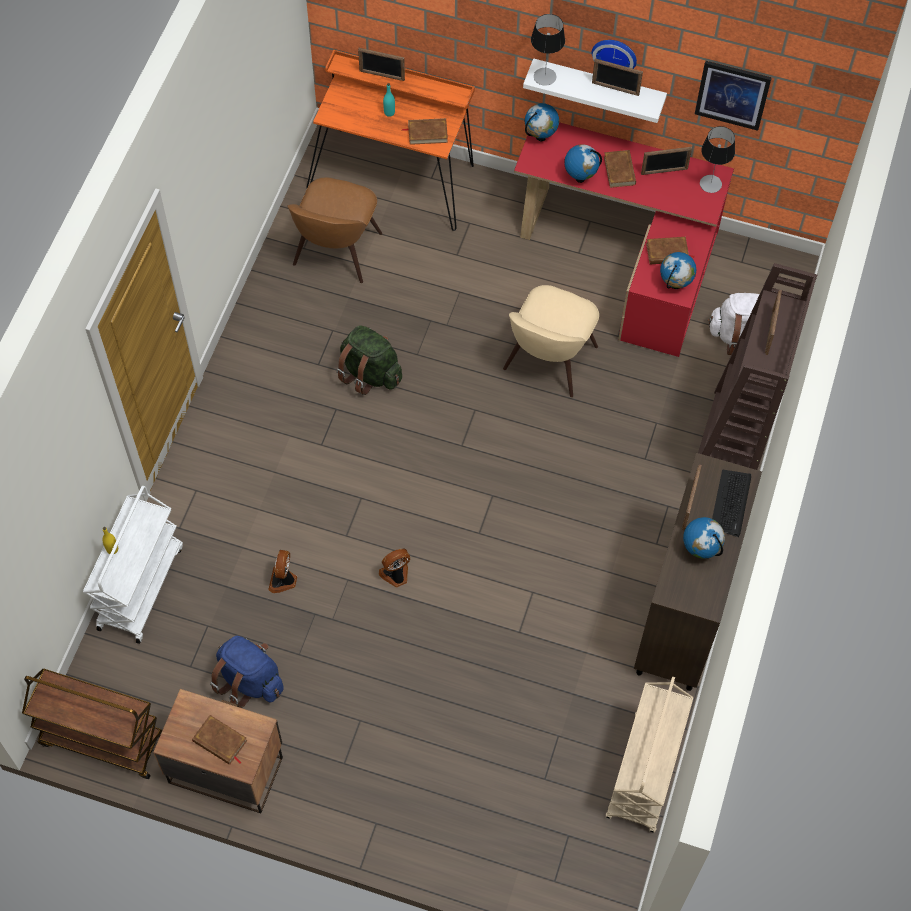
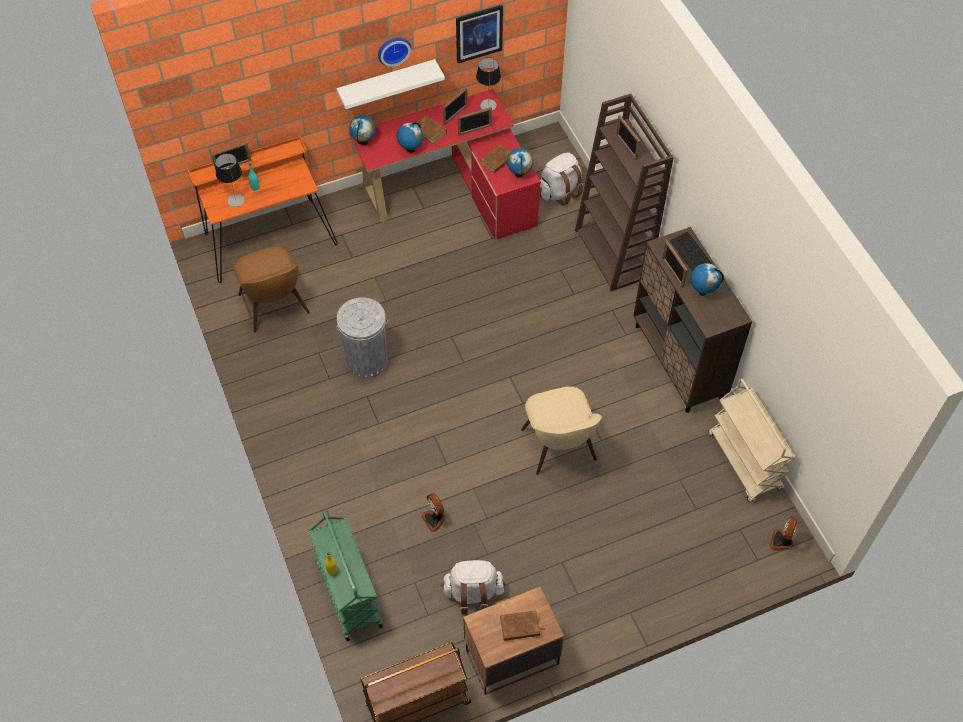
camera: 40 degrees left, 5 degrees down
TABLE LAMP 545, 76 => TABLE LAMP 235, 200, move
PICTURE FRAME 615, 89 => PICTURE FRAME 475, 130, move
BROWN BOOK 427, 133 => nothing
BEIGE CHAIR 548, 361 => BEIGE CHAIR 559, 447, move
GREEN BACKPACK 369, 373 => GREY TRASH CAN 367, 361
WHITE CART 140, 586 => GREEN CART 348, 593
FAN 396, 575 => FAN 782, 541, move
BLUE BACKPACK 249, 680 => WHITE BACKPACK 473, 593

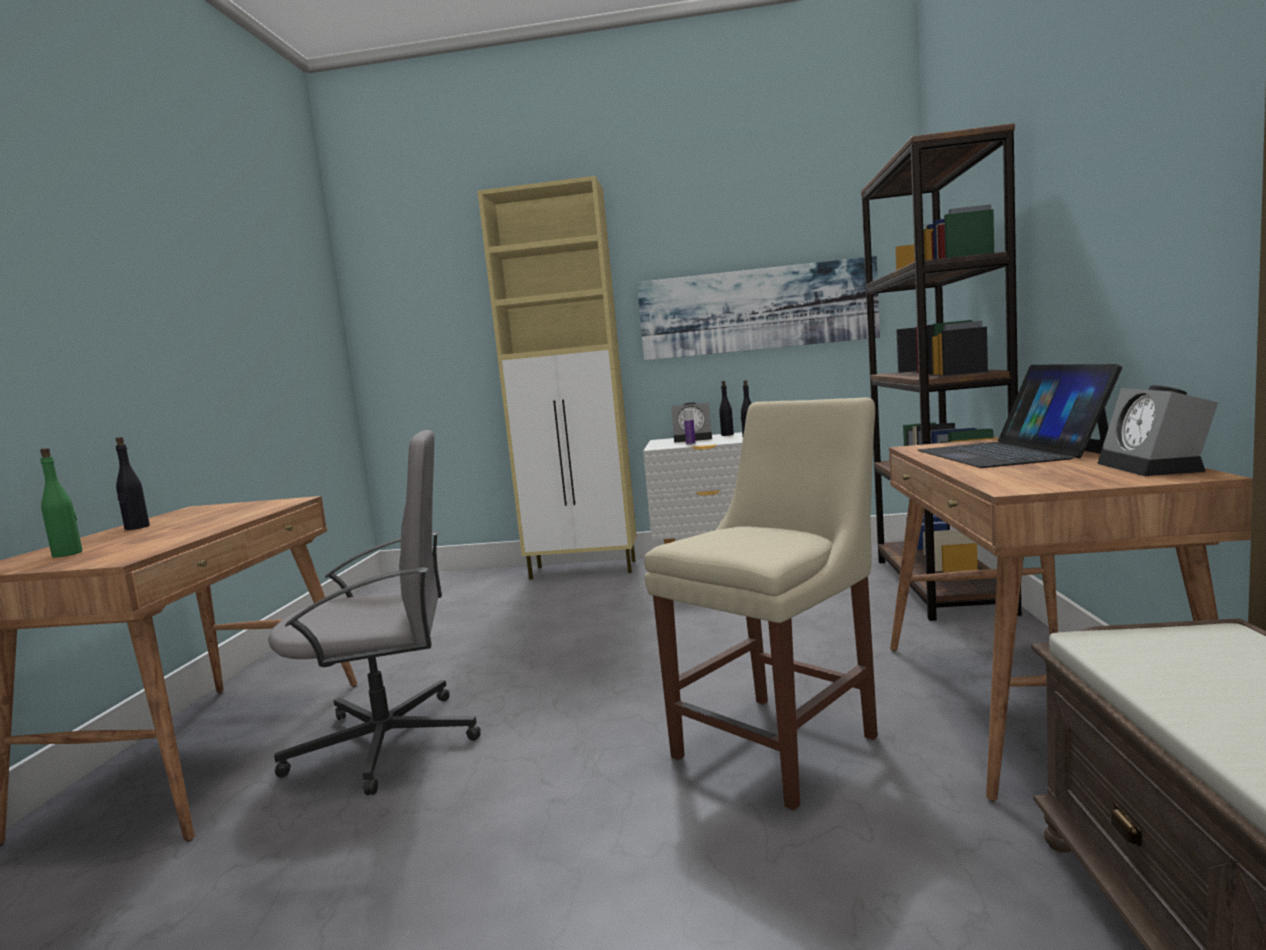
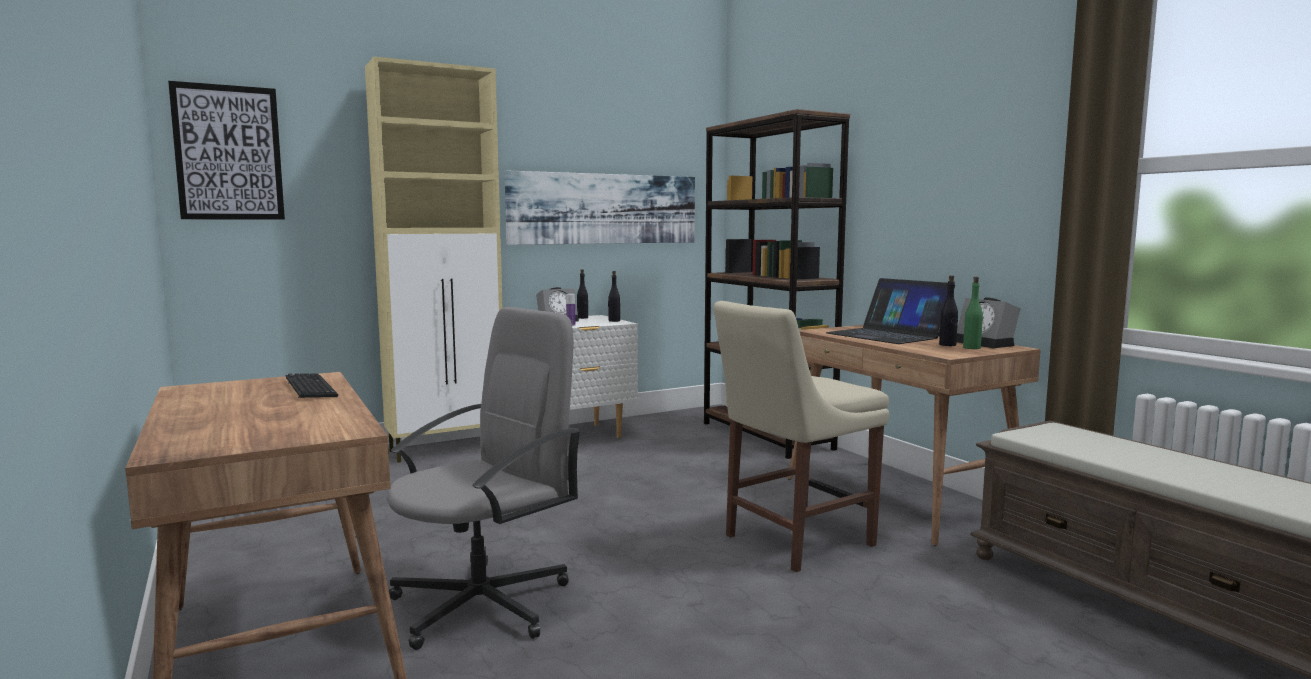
camera: 35 degrees left, 0 degrees up
BEIGE CHAIR 782, 742 => BEIGE CHAIR 793, 541, 135 degrees counterclockwise
BLACK BOTTLE 137, 527 => BLACK BOTTLE 947, 345, move
GREEN BOTTLE 68, 554 => GREEN BOTTLE 971, 348, move
nothing => PICTURE 228, 153
nothing => KEYBOARD 310, 388

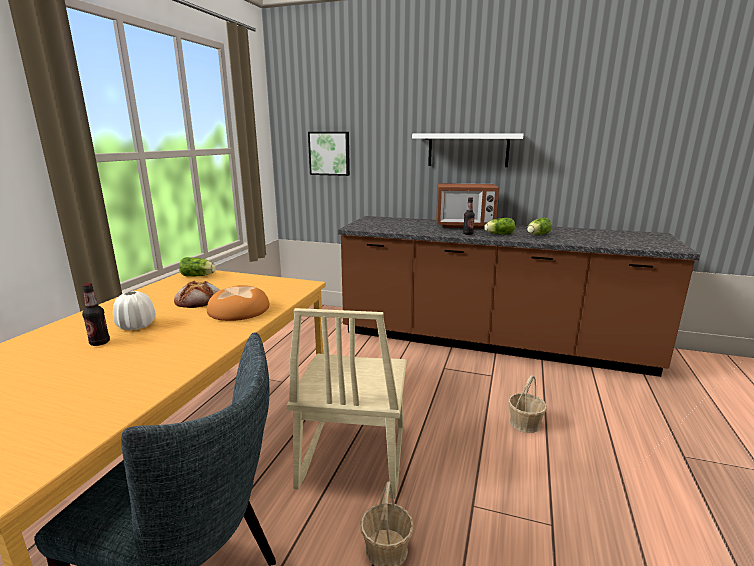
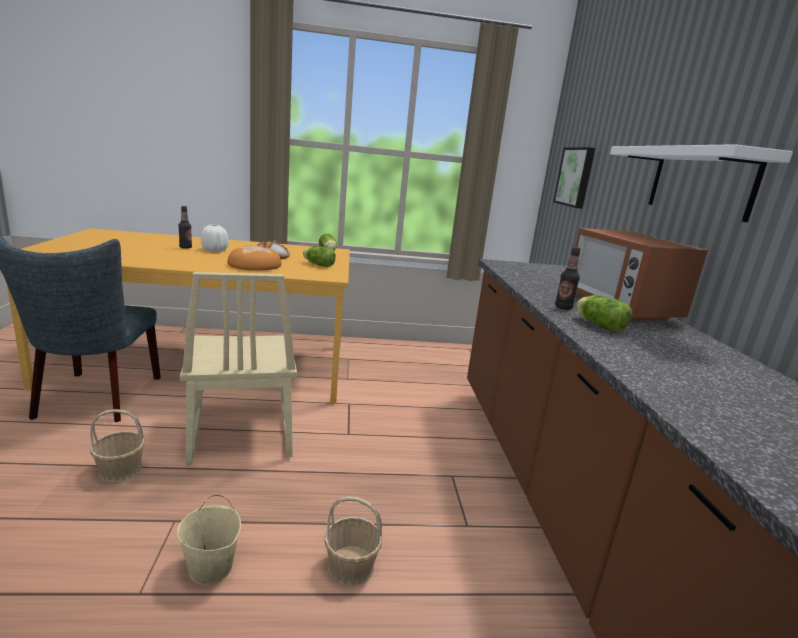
camera: 65 degrees right, 0 degrees up
LETTUCE 537, 235 => LETTUCE 318, 264, move
BEIGE CHAIR 352, 458 => BEIGE CHAIR 240, 434, 90 degrees counterclockwise
nothing => BEIGE BUCKET 211, 568

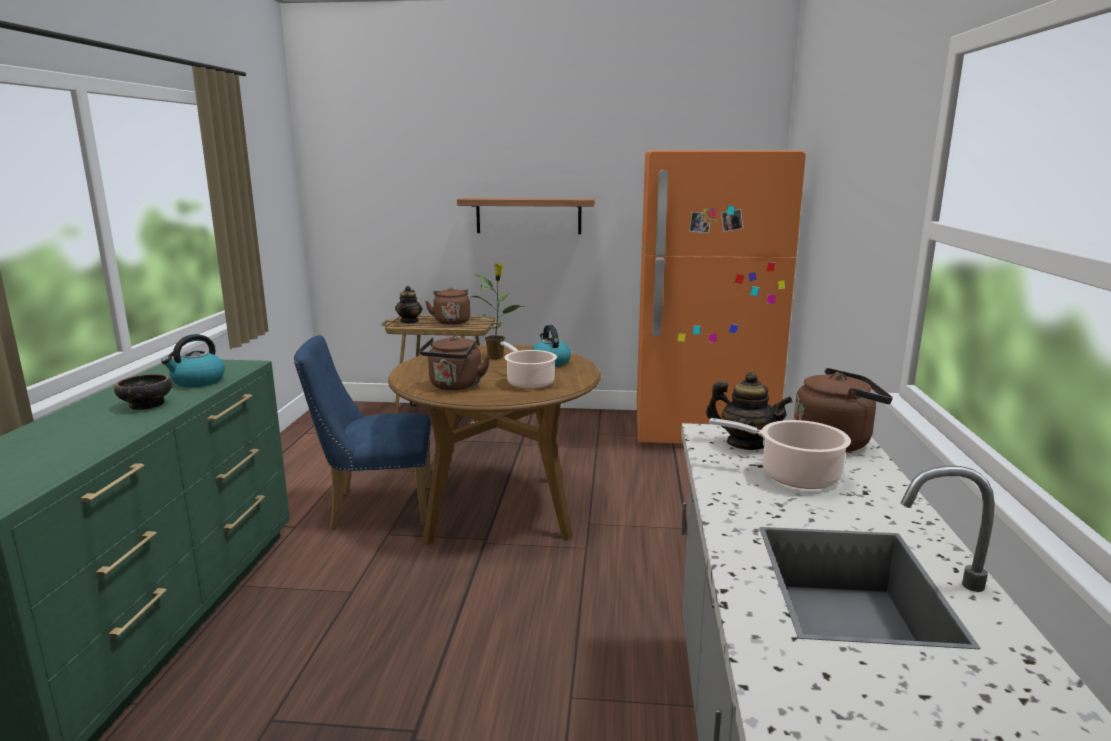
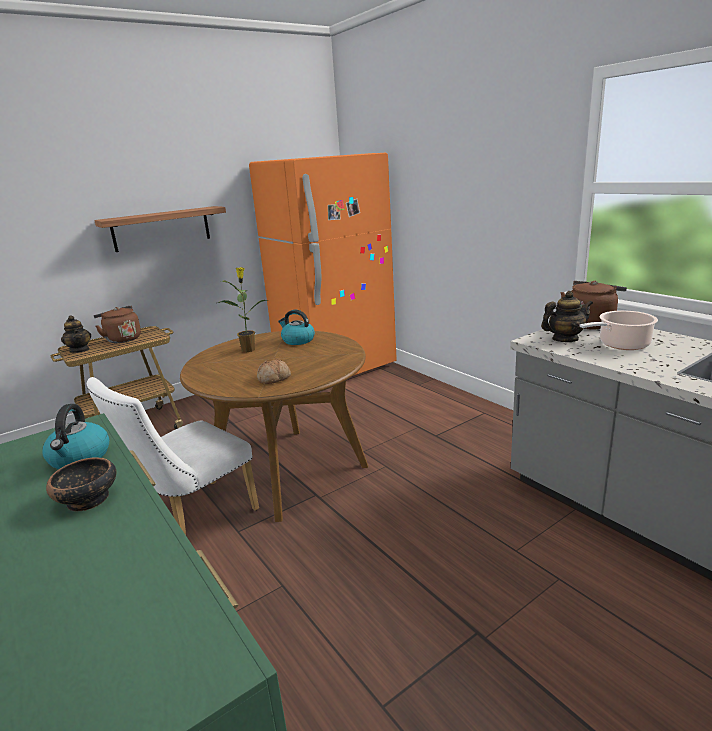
camera: 40 degrees left, 5 degrees up
BLUE CHAIR 374, 508 => WHITE CHAIR 192, 520
BROWN KETTLE 455, 386 => BREAD 274, 378
COOKING POT 528, 382 => nothing

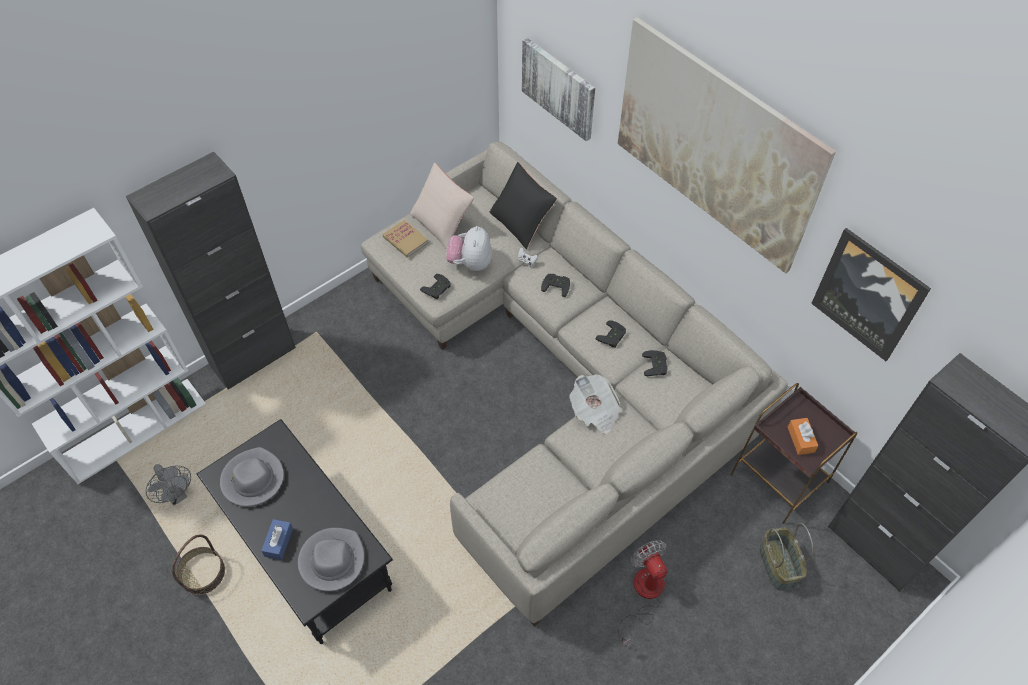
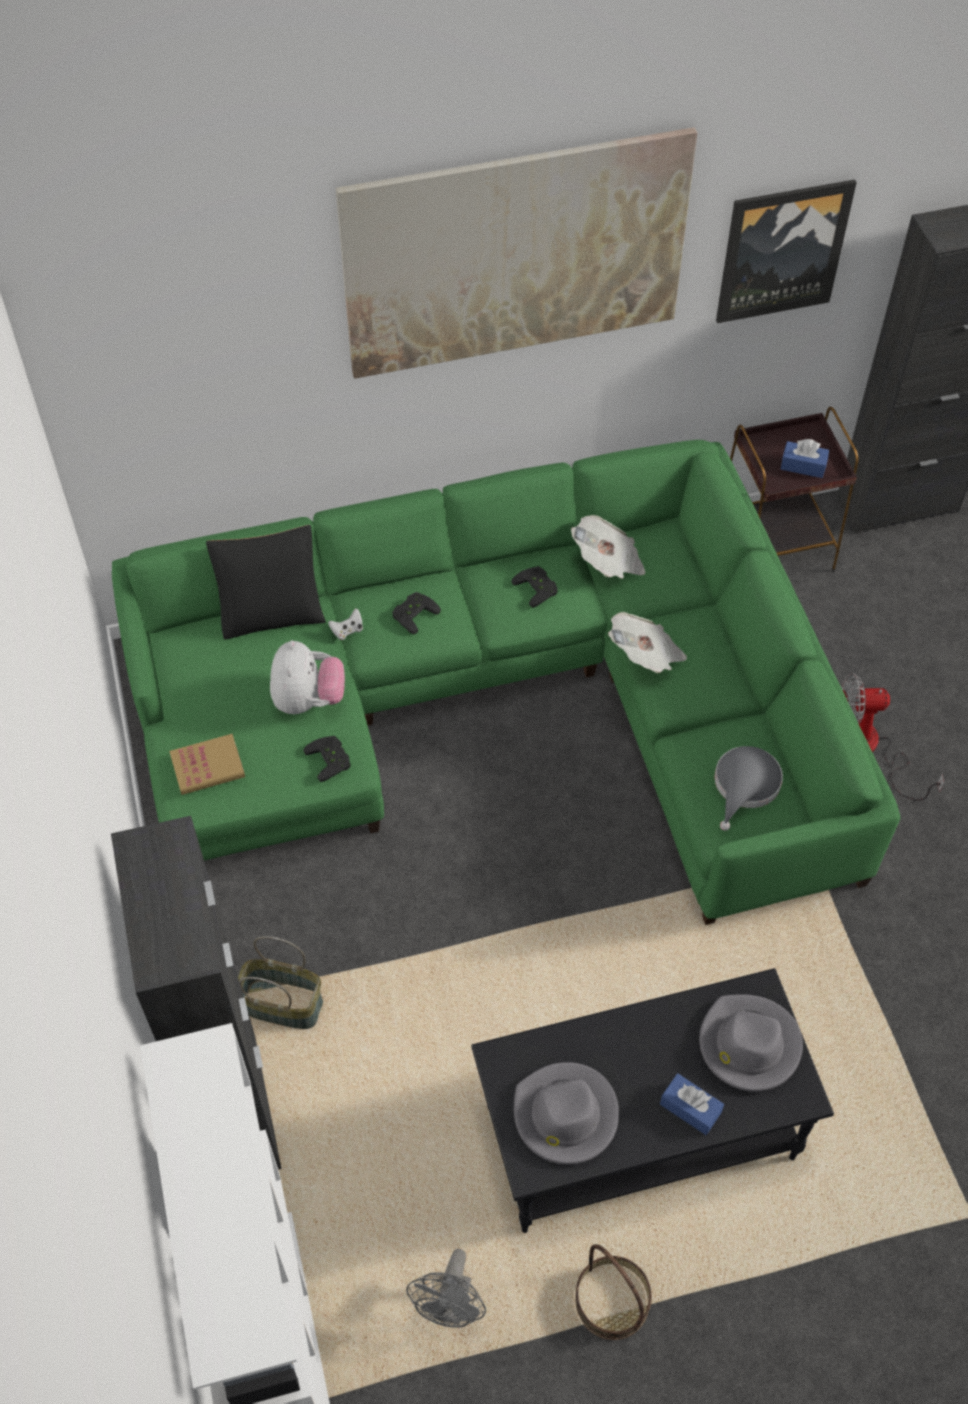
camera: 65 degrees left, 0 degrees up
PICTURE 559, 88 => nothing
BEIGE SOFA 559, 373 => GREEN SOFA 501, 703
BEIGE PILLOW 442, 223 => nothing
PLUSH TOY 470, 263 => PLUSH TOY 308, 700, 120 degrees counterclockwise
BLACK GAME CONTROLLER 656, 365 => NEWSPAPER 608, 562
ORANGE TISSUE BOX 800, 439 => BLUE TISSUE BOX 803, 466
GREY FAN 177, 495 => GREY FAN 450, 1307, 120 degrees clockwise
BASKET 779, 565 => BASKET 283, 1004, move
nothing => GREY HAT 745, 786

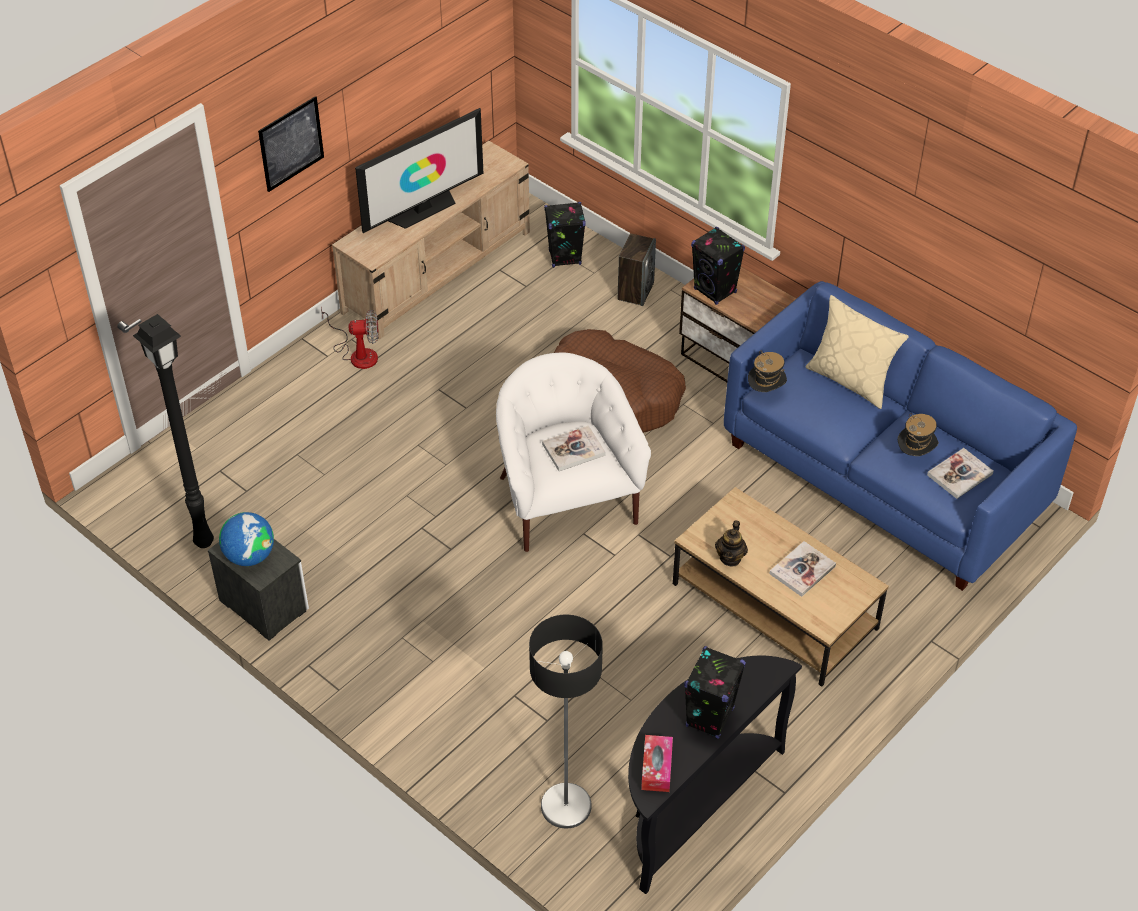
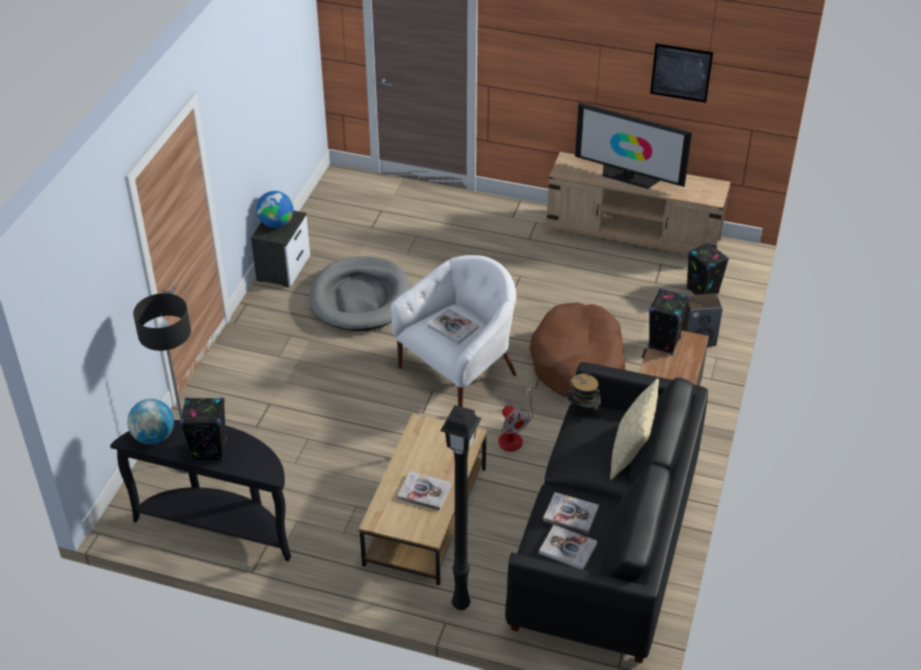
camera: 65 degrees right, 5 degrees down
PICTURE 291, 143 => PICTURE 681, 72, move
BLUE SOFA 885, 476 => BLACK SOFA 605, 545
FAN 357, 353 => FAN 513, 436, move
BLACK FLOOR LAMP 203, 543 => BLACK FLOOR LAMP 459, 605, move
HAT 914, 455 => BOOK 570, 514
TEAPOT 730, 558 => nothing
TISSUE BOX 656, 768 => GLOBE 154, 437
nothing => GREY DOG BED 360, 298

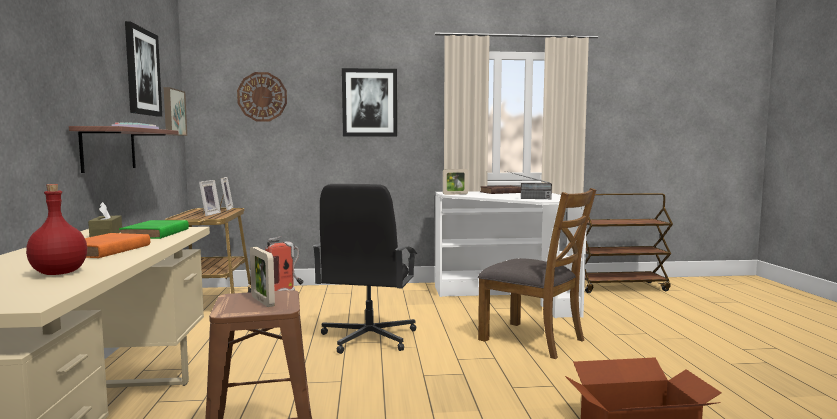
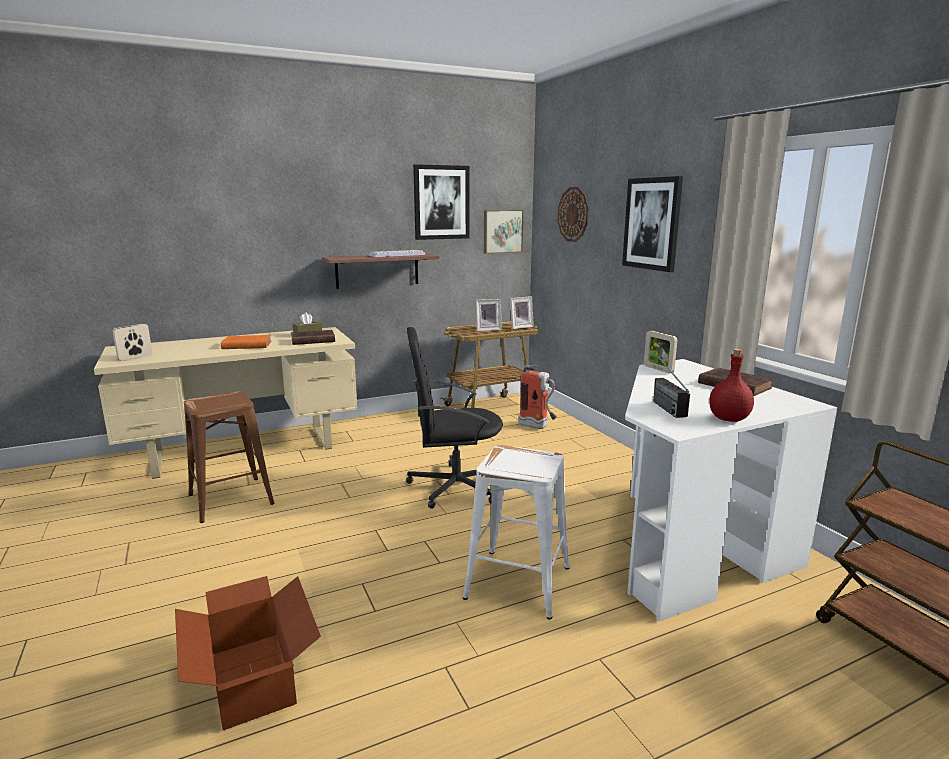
camera: 70 degrees right, 10 degrees up
RED BOTTLE 58, 273 => RED BOTTLE 728, 419, move
BROWN CHAIR 533, 339 => WHITE STOOL 517, 583
GREEN BOOK 154, 234 => BROWN BOOK 311, 340
PICTURE FRAME 262, 301 => PICTURE FRAME 135, 358, move

